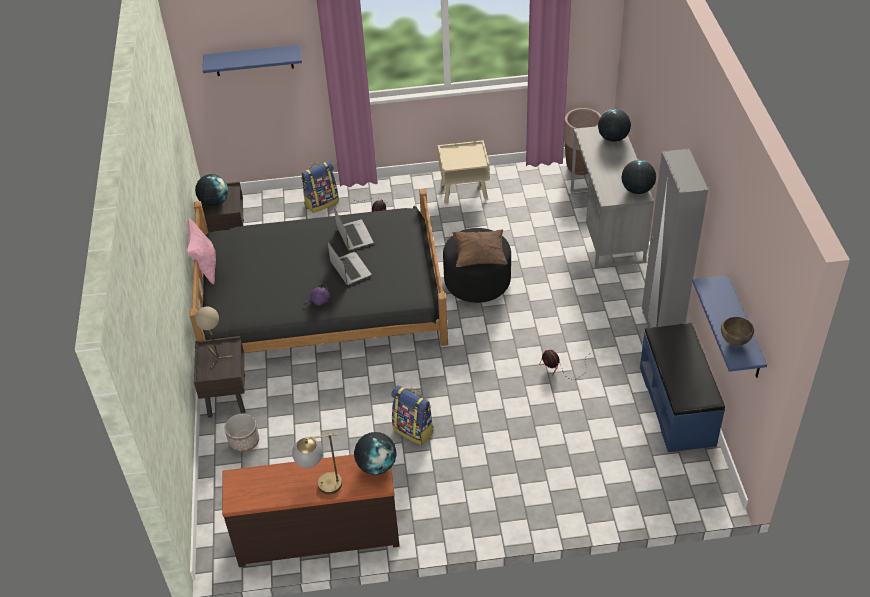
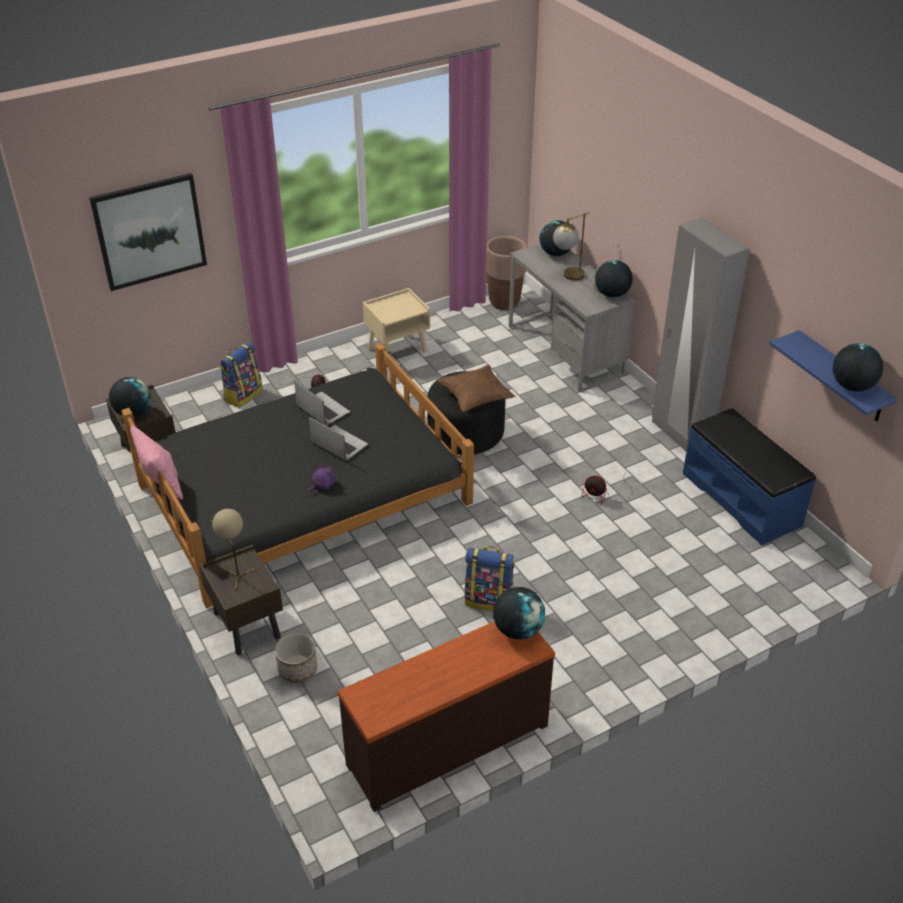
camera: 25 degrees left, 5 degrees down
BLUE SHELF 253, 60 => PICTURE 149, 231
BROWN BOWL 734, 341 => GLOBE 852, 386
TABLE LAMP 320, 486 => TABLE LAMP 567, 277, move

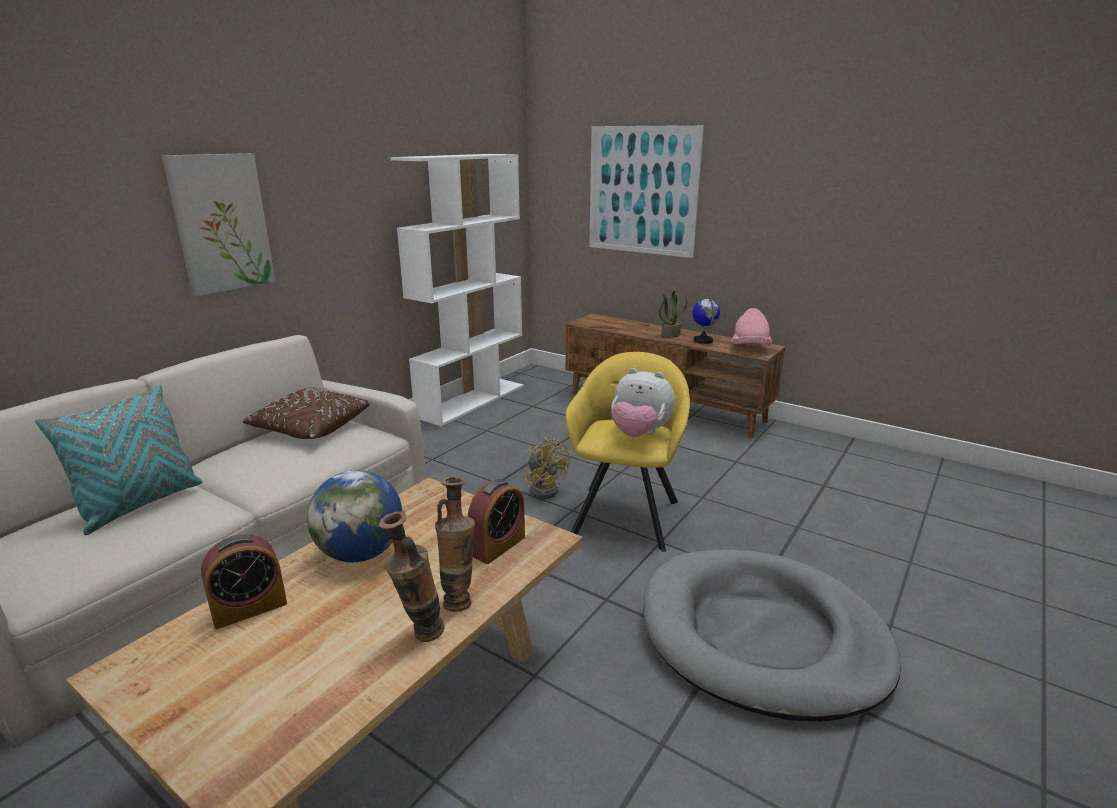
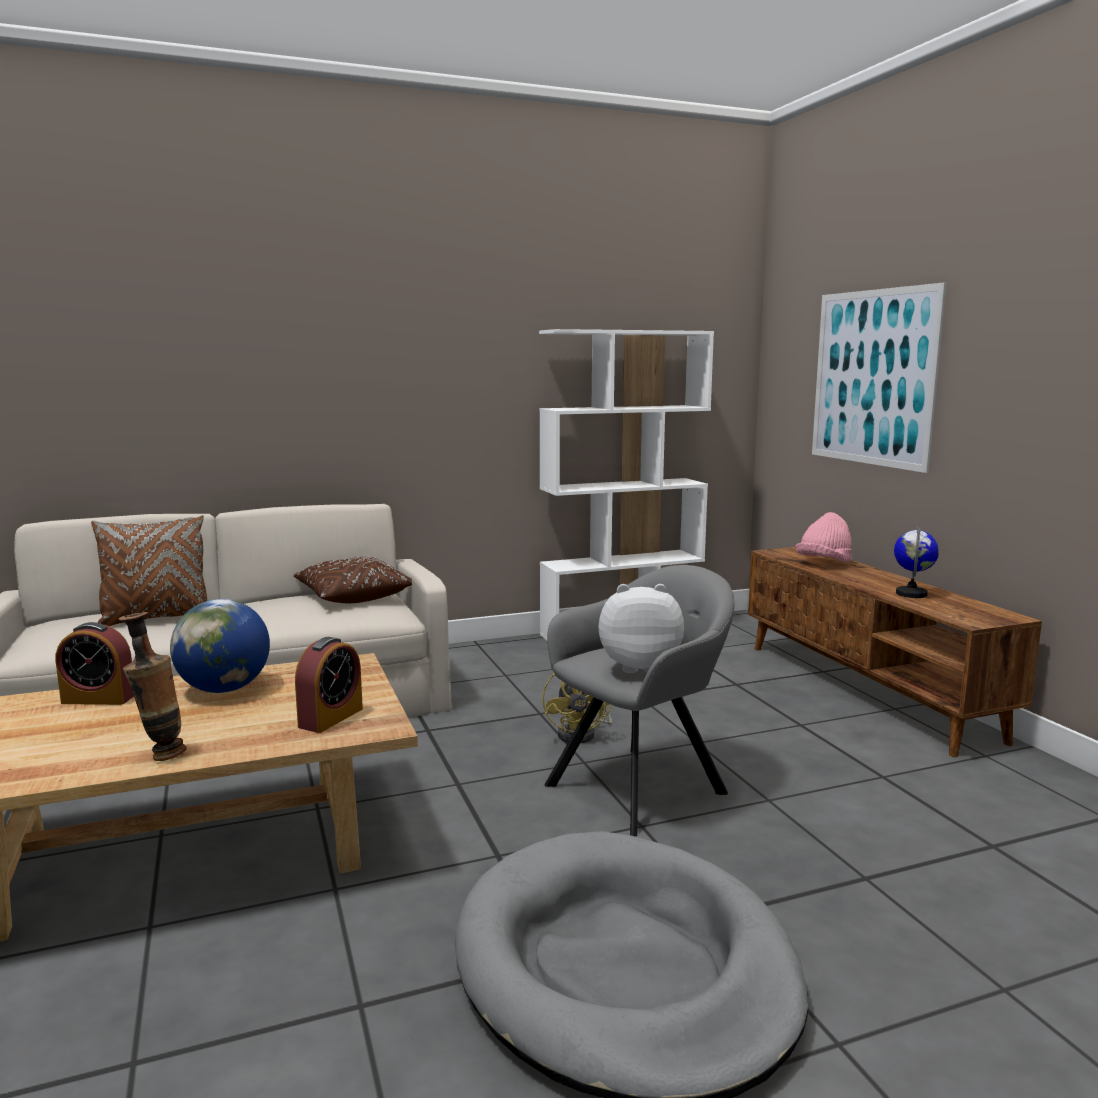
camera: 35 degrees right, 10 degrees down
PICTURE 221, 223 => nothing
POTTED PLANT 670, 335 => nothing
PINK HAT 750, 348 => PINK HAT 824, 563, move
YELLOW ARMCHAIR 627, 514 => GREY ARMCHAIR 642, 786
PLUSH TOY 639, 434 => PLUSH TOY 638, 666, 120 degrees clockwise
TURQUOISE PILLOW 140, 504 => BROWN PILLOW 156, 618
VASE 459, 599 => nothing
ALARM CLOCK 497, 546 => ALARM CLOCK 331, 718, 45 degrees counterclockwise

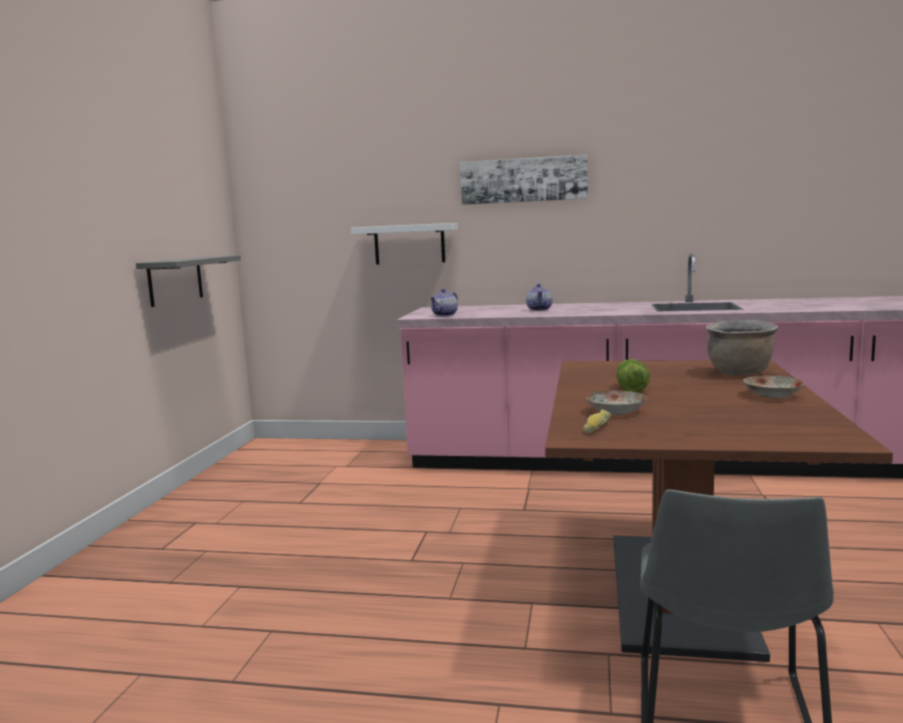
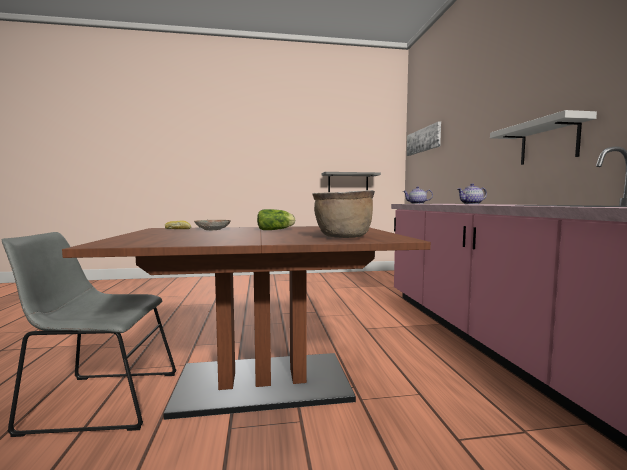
camera: 70 degrees right, 5 degrees down
PICTURE 523, 180 => PICTURE 423, 140, move
WHITE SHELF 409, 244 => WHITE SHELF 548, 142, move
PLATE 771, 395 => nothing

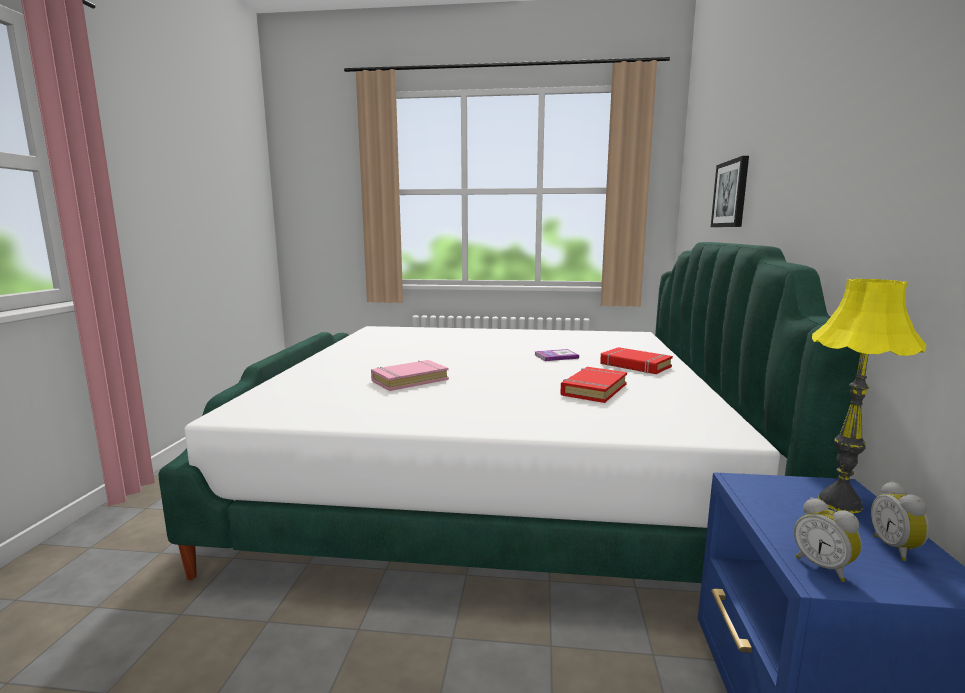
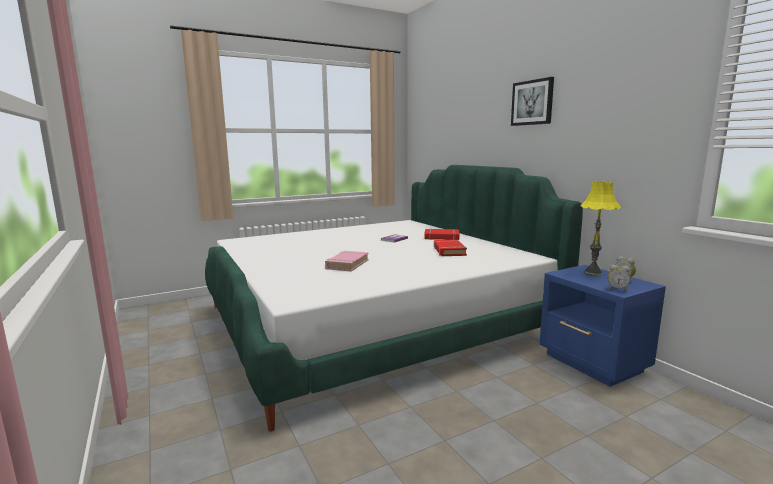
camera: 35 degrees left, 0 degrees up
PICTURE 731, 194 => PICTURE 532, 102, move

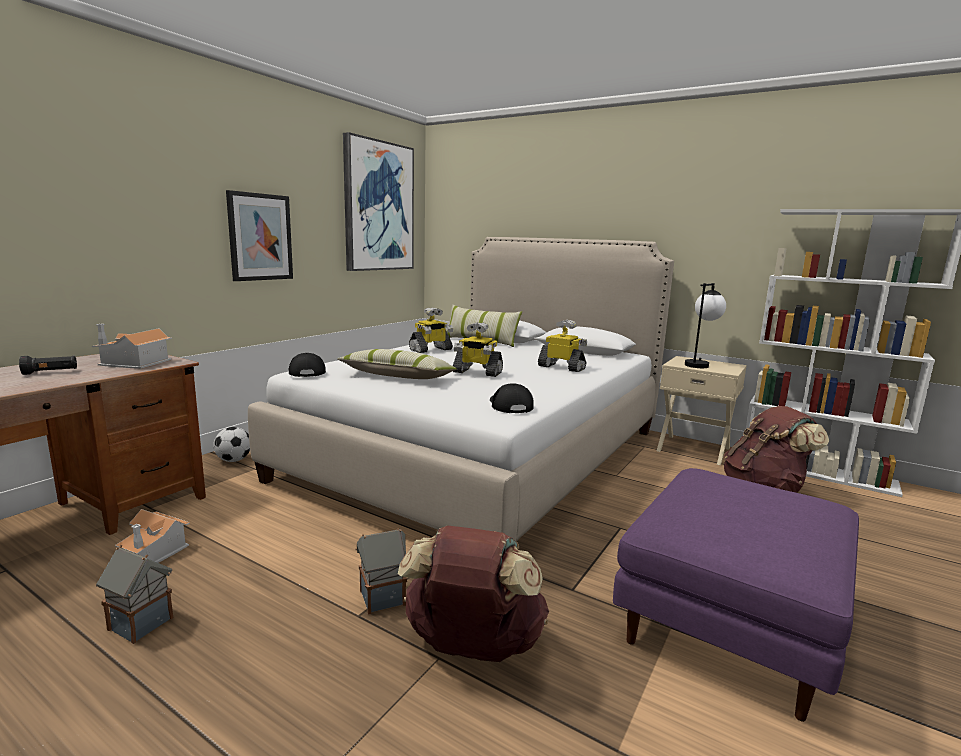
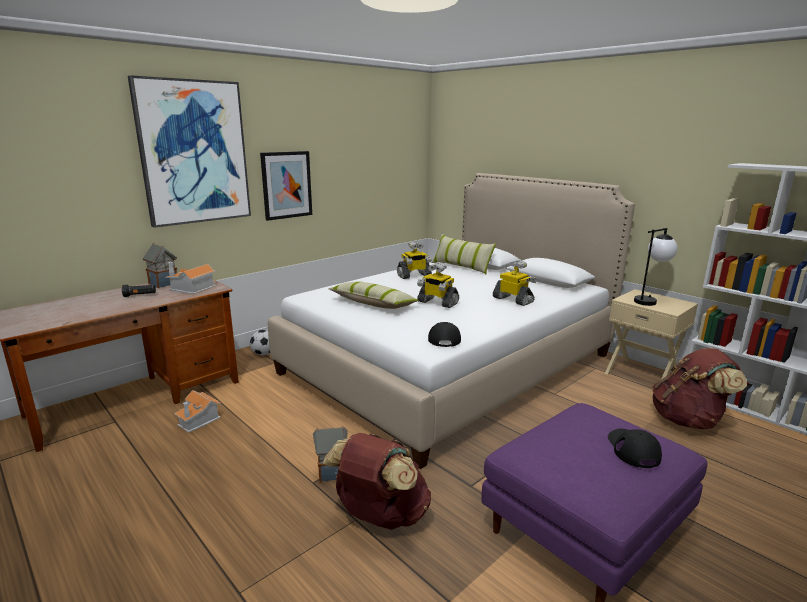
camera: 15 degrees right, 5 degrees up
PICTURE 378, 207 => PICTURE 193, 152, move
BLACK CAP 307, 371 => BLACK CAP 633, 449, move
TOY HOUSE 142, 624 => TOY HOUSE 164, 284, move

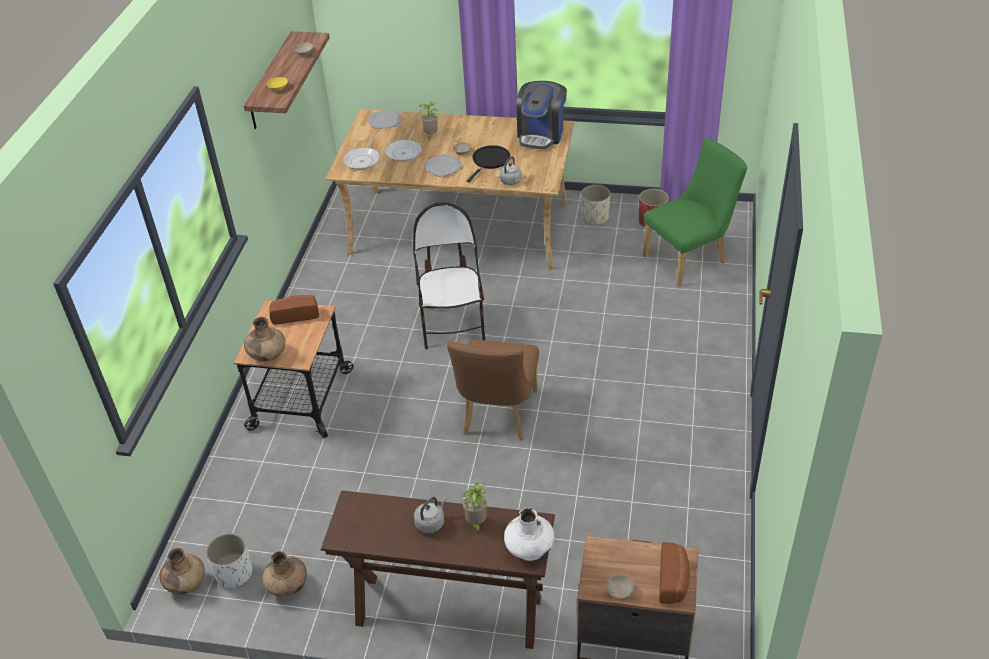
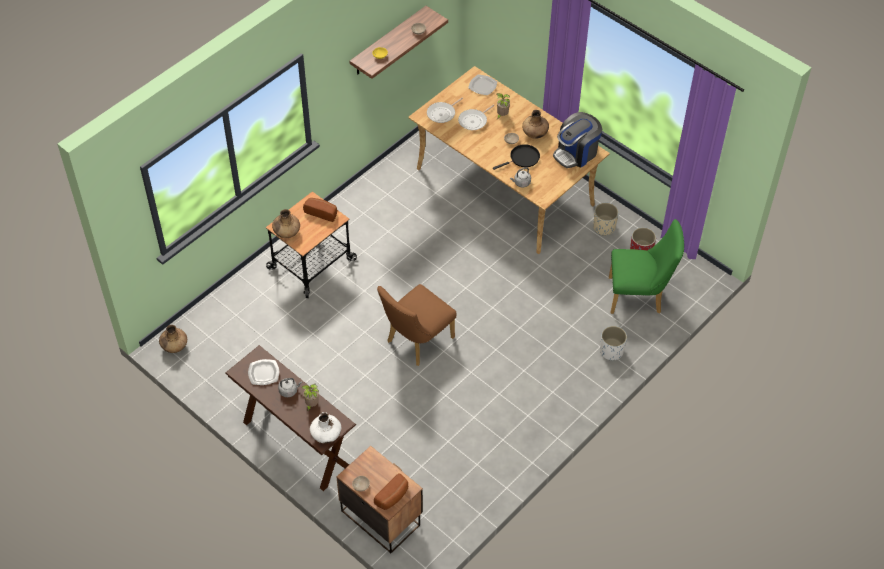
camera: 30 degrees right, 10 degrees up
PLATE 442, 167 => PLATE 263, 373, move
CHAIR 453, 325 => nothing
WHITE PLANTER 234, 574 => WHITE PLANTER 611, 351, move
BROWN VASE 287, 586 => BROWN VASE 535, 133, move

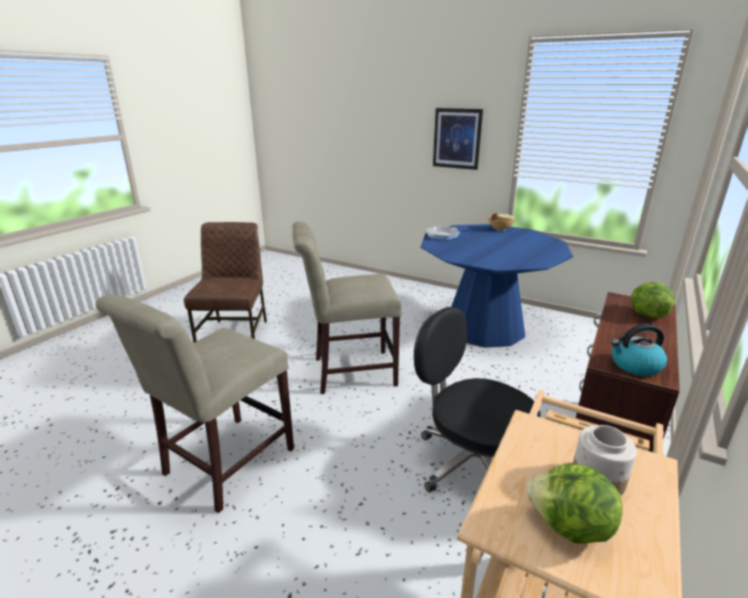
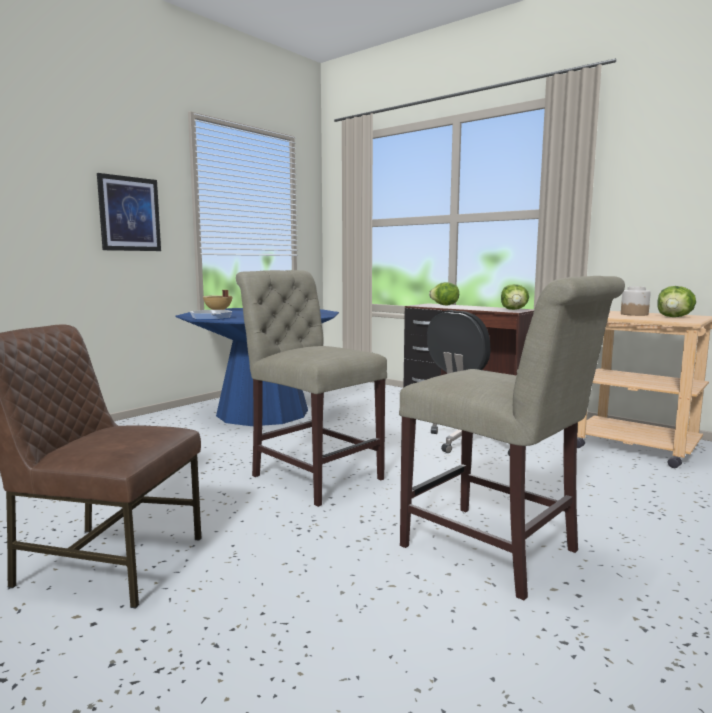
camera: 80 degrees left, 15 degrees down
BEIGE CHAIR 349, 371 => BEIGE CHAIR 312, 475, 135 degrees clockwise
KETTLE 635, 365 => LETTUCE 514, 309

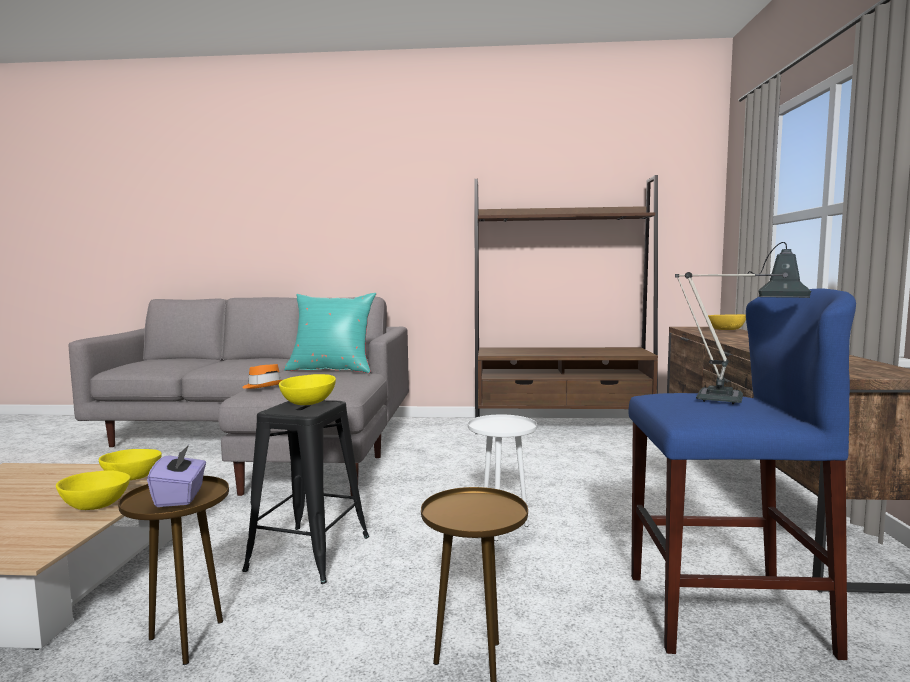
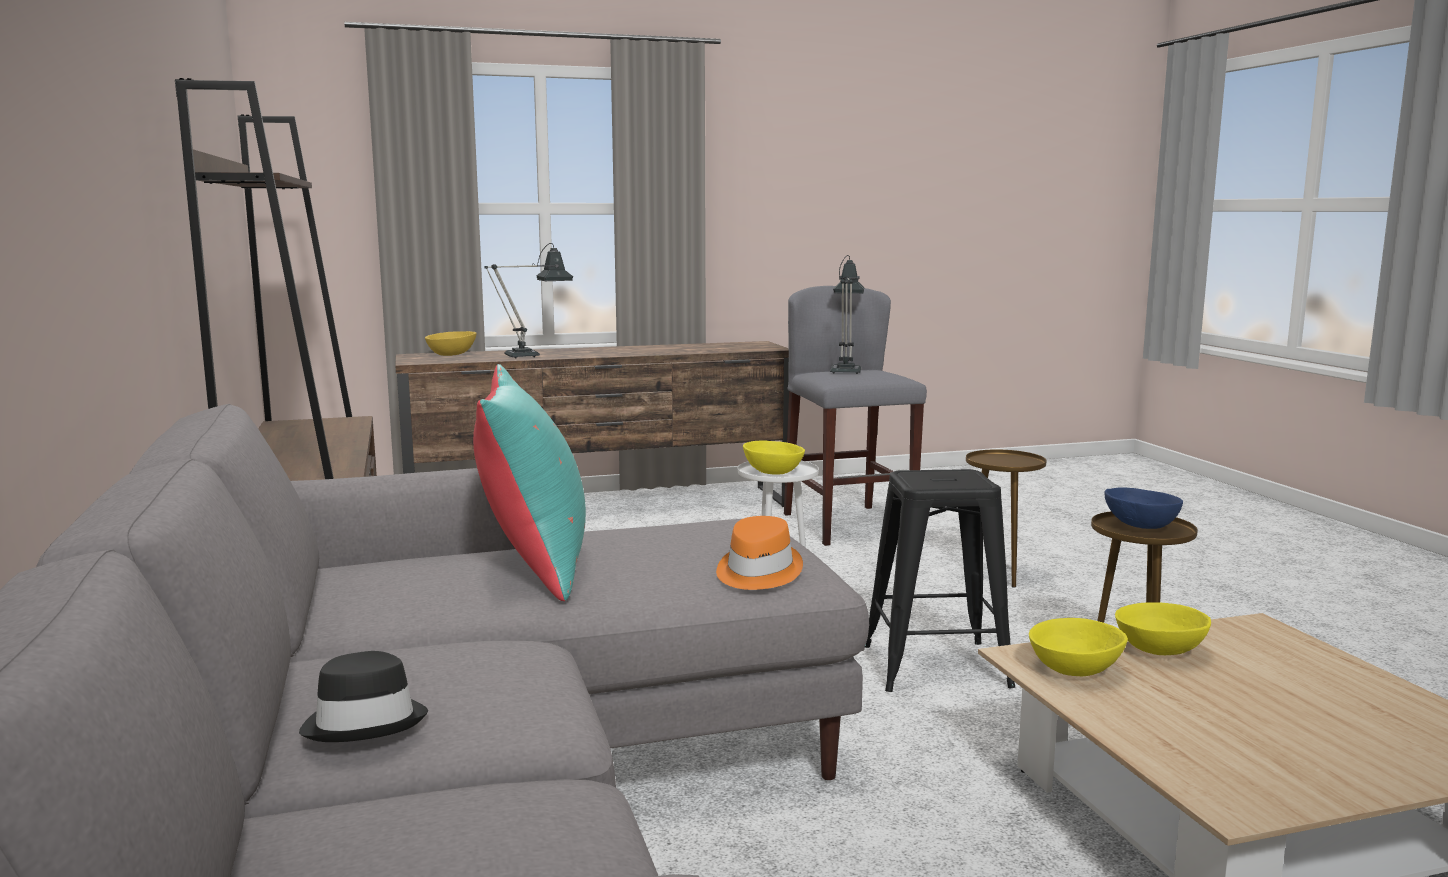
camera: 110 degrees left, 5 degrees up
BLUE STOOL 724, 612 => GREY STOOL 848, 525
YELLOW BOWL 308, 402 => YELLOW BOWL 772, 472, move
PURPLE TISSUE BOX 180, 496 => BLUE BOWL 1140, 525
nothing => TABLE LAMP 530, 356
nothing => BLACK HAT 365, 722

